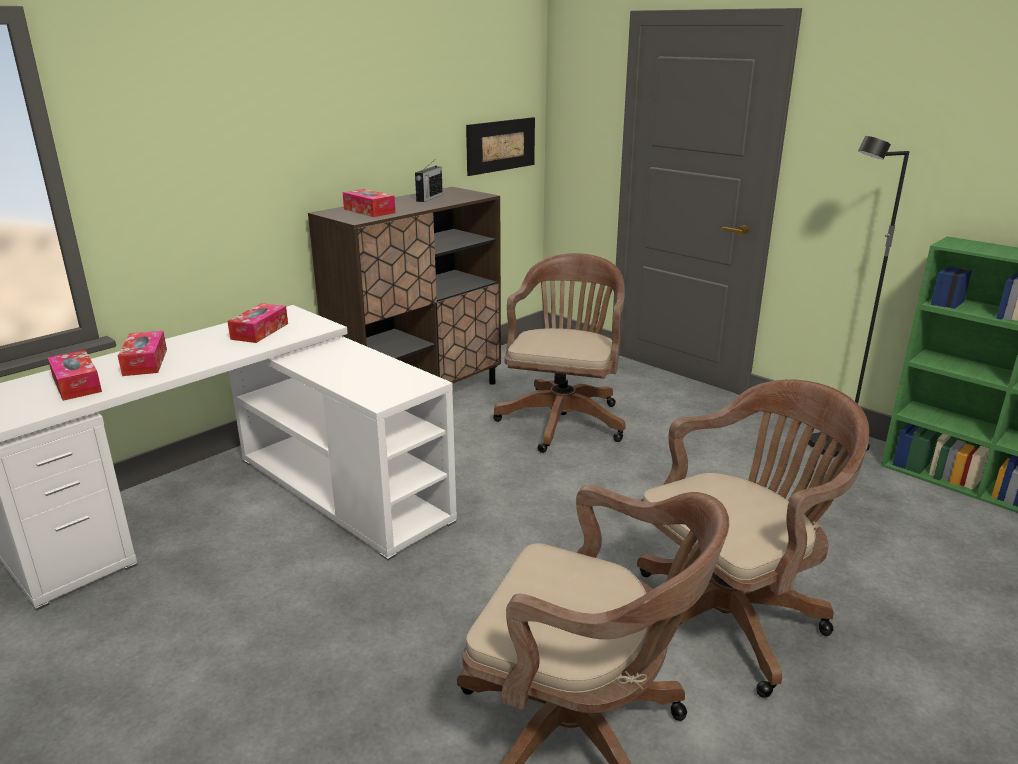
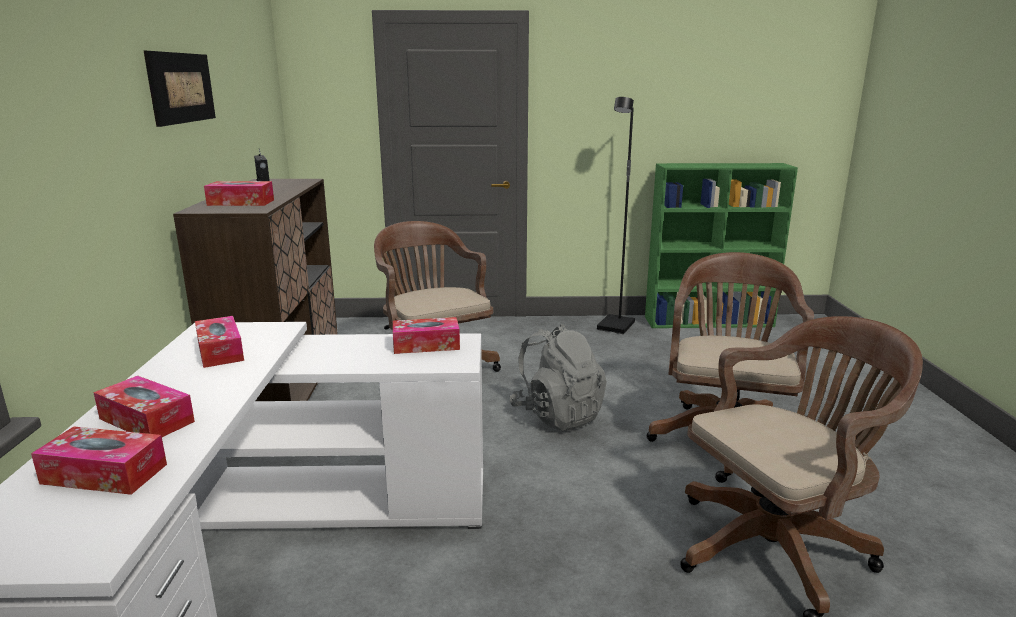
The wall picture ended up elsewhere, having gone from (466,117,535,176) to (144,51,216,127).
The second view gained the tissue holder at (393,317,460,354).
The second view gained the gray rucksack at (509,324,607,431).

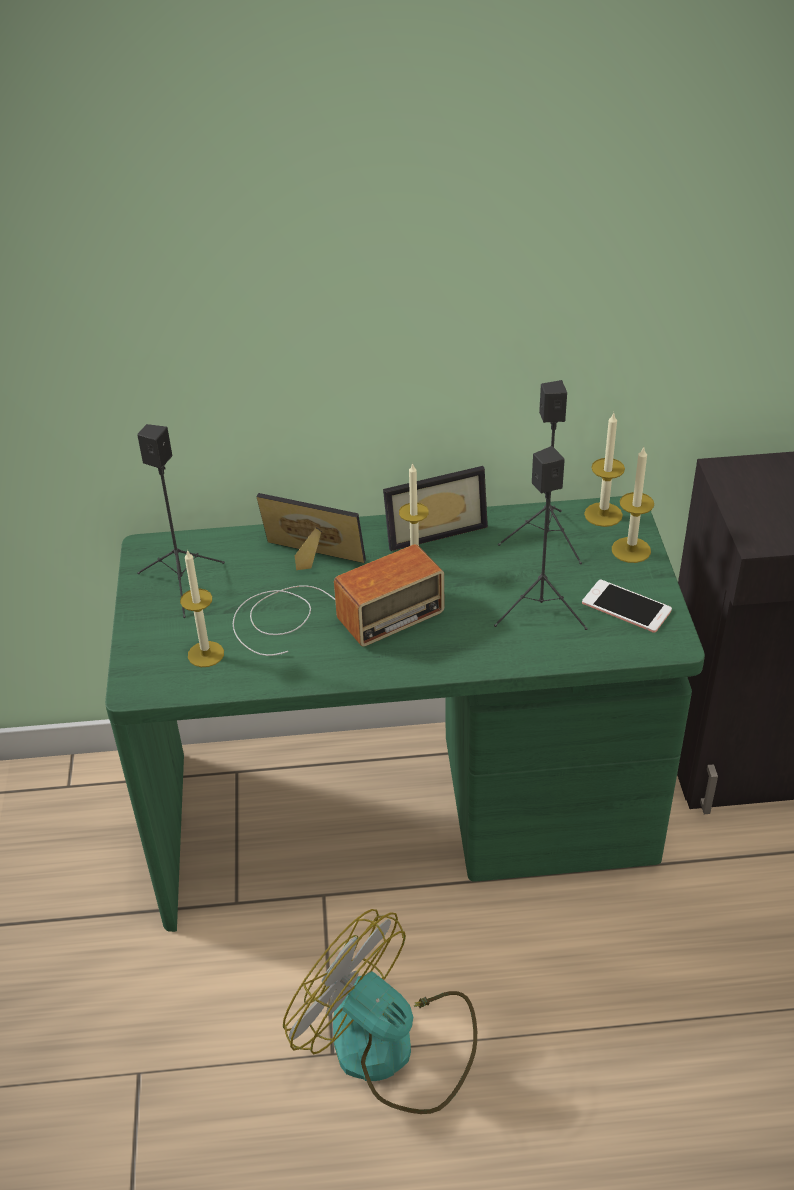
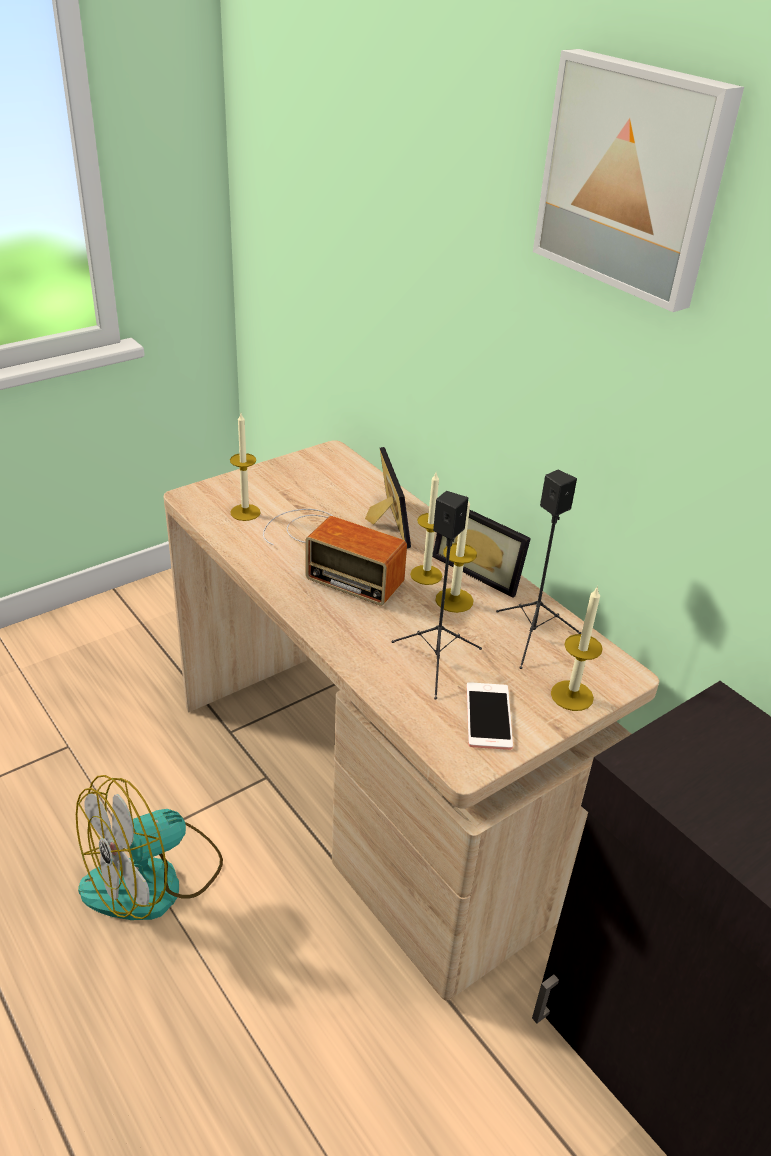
What was the green-coloured desk table at (105,496,705,932) turned into the beige desk table at (164,440,660,1000).
The second view lost the black-coloured loudspeaker at (137,424,225,618).
The cooling fan at (283,909,477,1114) ended up facing another way, 135 degrees counterclockwise from before.
The wax light ended up elsewhere, having gone from (584,412,625,527) to (435,501,477,613).
The second view gained the wall picture at (533,49,744,312).

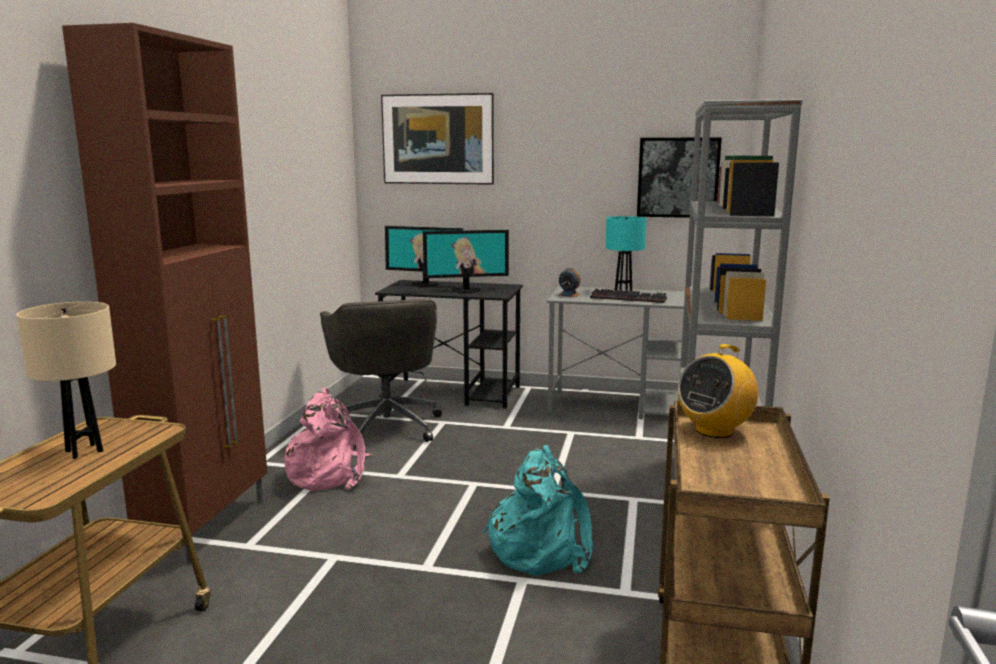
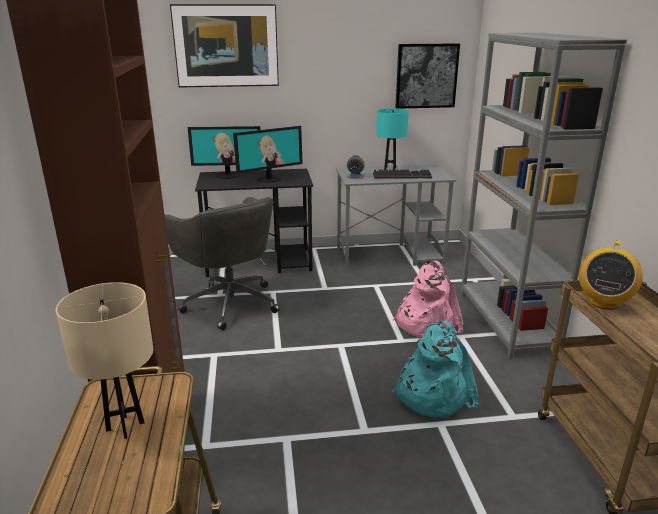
The pink rucksack ended up elsewhere, having gone from (282,387,372,491) to (393,260,463,338).

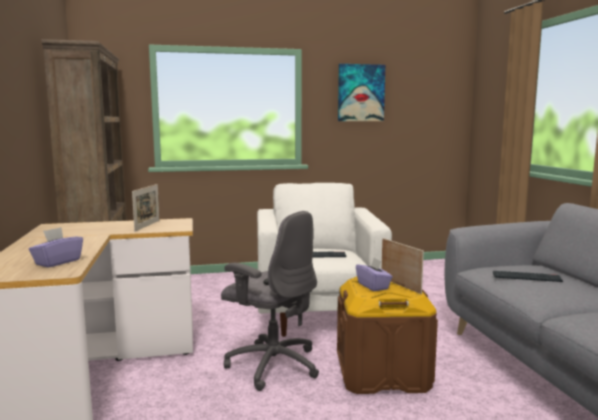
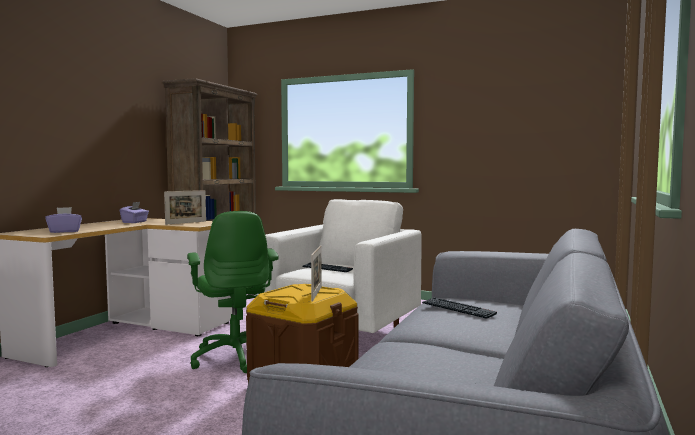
What was the gray computer chair at (221,211,319,391) turned into the green-coloured computer chair at (187,211,279,373).
The second view lost the wall picture at (338,64,385,121).
The purple tissue holder ended up elsewhere, having gone from (356,258,393,291) to (120,202,149,223).

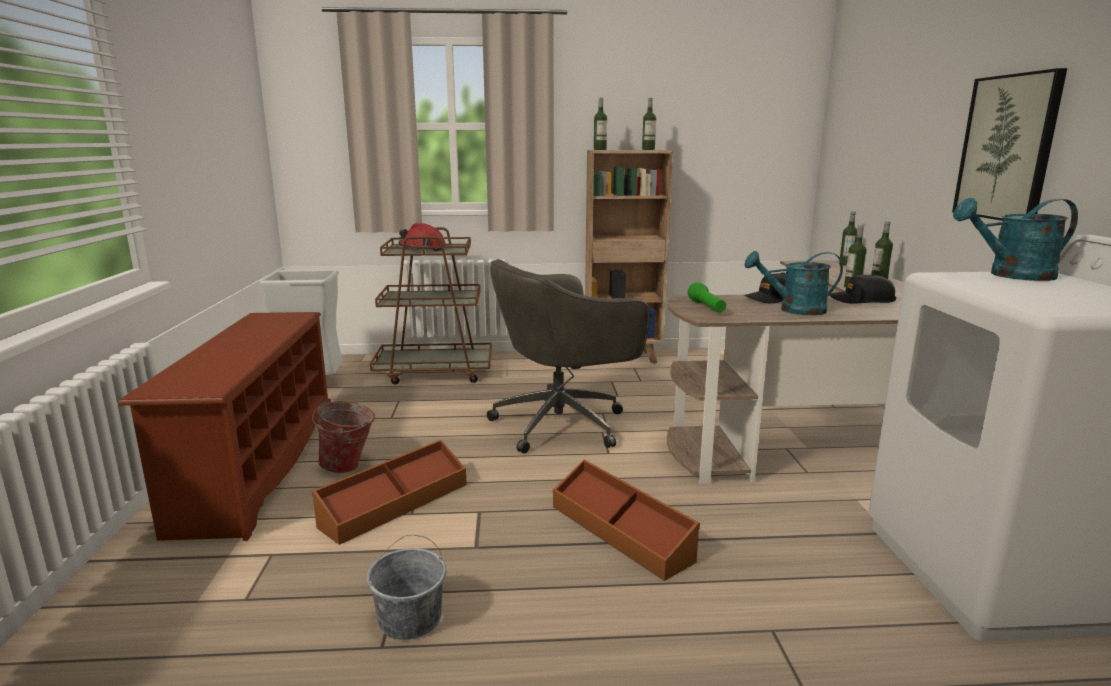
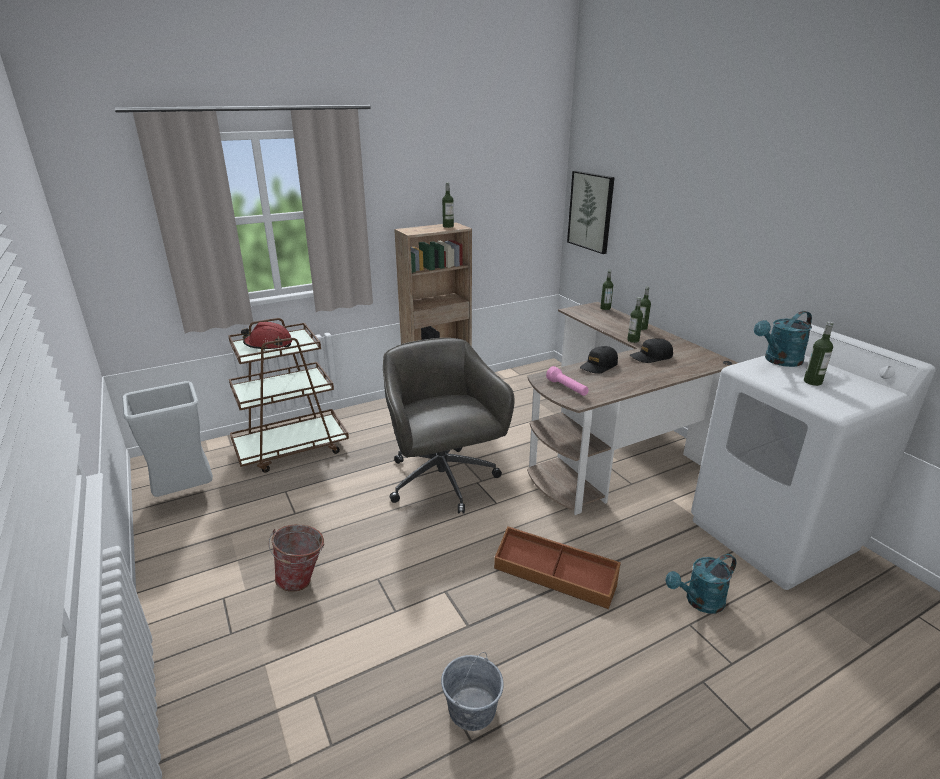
The second view lost the brownish shoe shelf at (118,312,328,541).
The second view lost the brownish storage box at (312,440,467,545).
The gray computer chair at (487,259,650,454) ended up facing another way, 120 degrees clockwise from before.
The beverage bottle ended up elsewhere, having gone from (594,98,607,150) to (804,322,833,386).
What was the green-coloured torch at (688,282,726,312) turned into the pink torch at (546,366,589,396).
The turquoise sprinkling can ended up elsewhere, having gone from (745,251,843,315) to (665,554,736,613).
The wall picture ended up elsewhere, having gone from (952,68,1067,221) to (567,171,615,254).

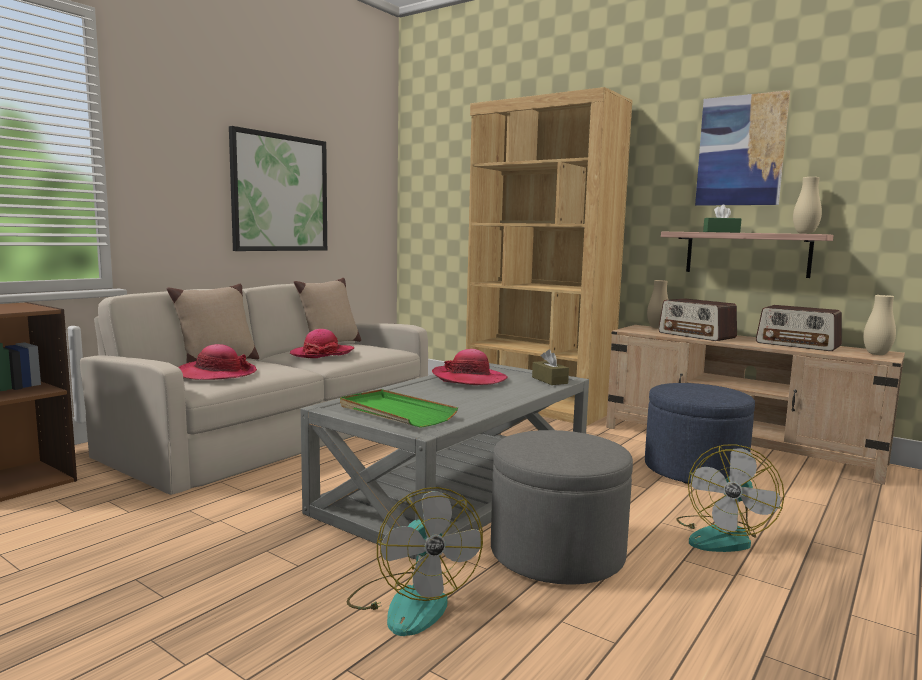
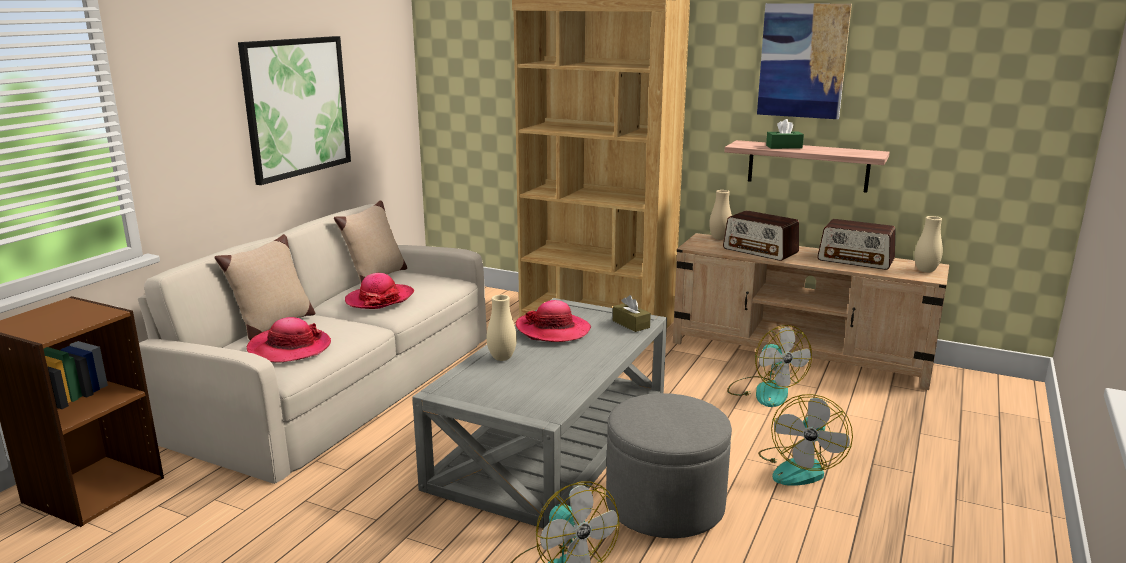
The second view lost the green-coloured tray at (340,389,458,428).
Where the bluish ottoman stood at (645,383,755,484), the cooling fan came to stand at (727,325,812,407).
The beige flower vase ended up elsewhere, having gone from (793,177,822,234) to (486,295,517,361).

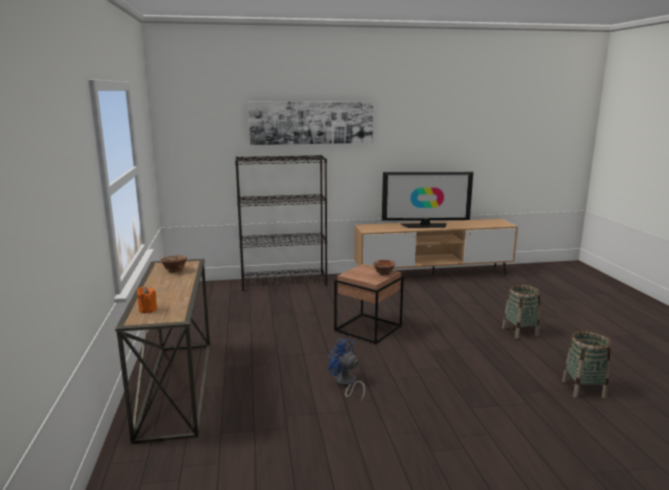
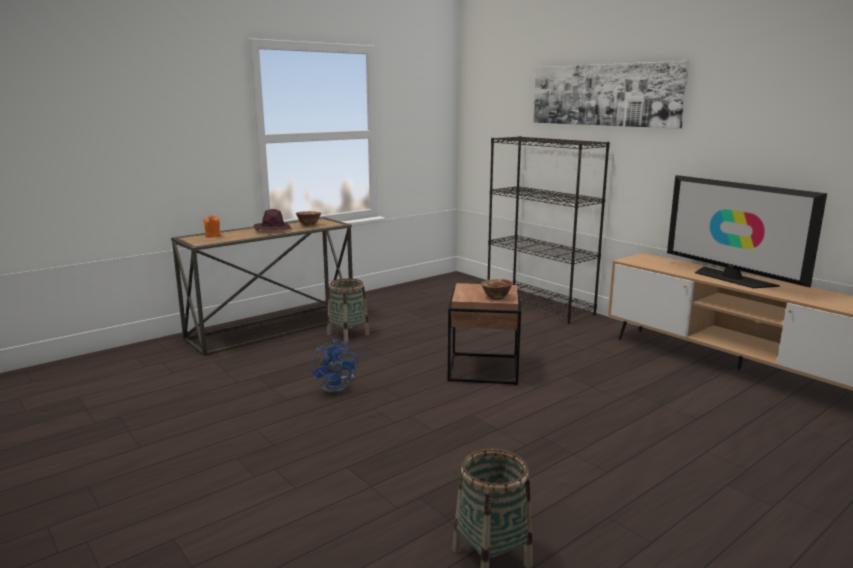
The bluish cooling fan at (328,338,365,402) ended up facing another way, 150 degrees clockwise from before.
The basket ended up elsewhere, having gone from (502,284,540,339) to (327,278,369,342).
The second view gained the purple clothing hat at (254,209,292,231).

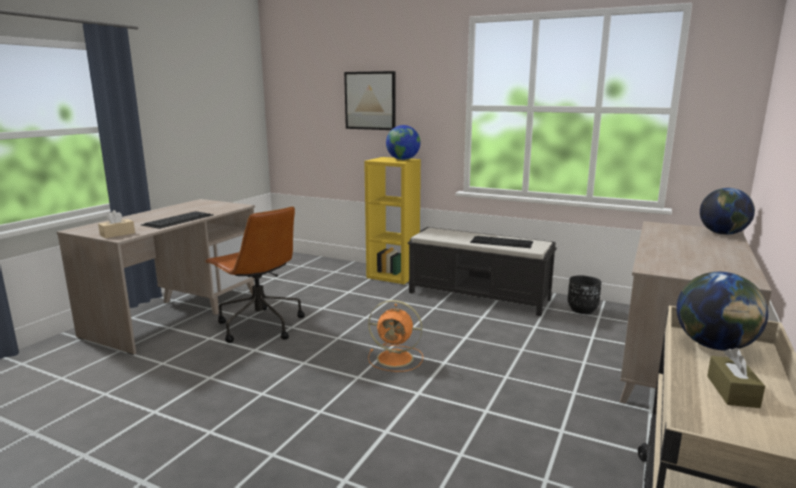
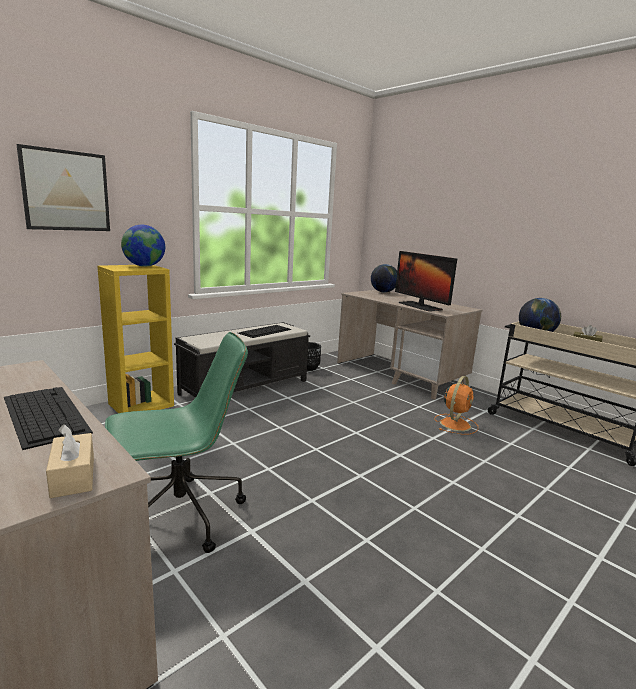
What was the brownish computer chair at (205,206,305,343) turned into the green-coloured computer chair at (105,332,248,553).
The orange cooling fan ended up elsewhere, having gone from (368,300,423,372) to (434,376,478,435).
The second view gained the computer display at (395,251,457,311).

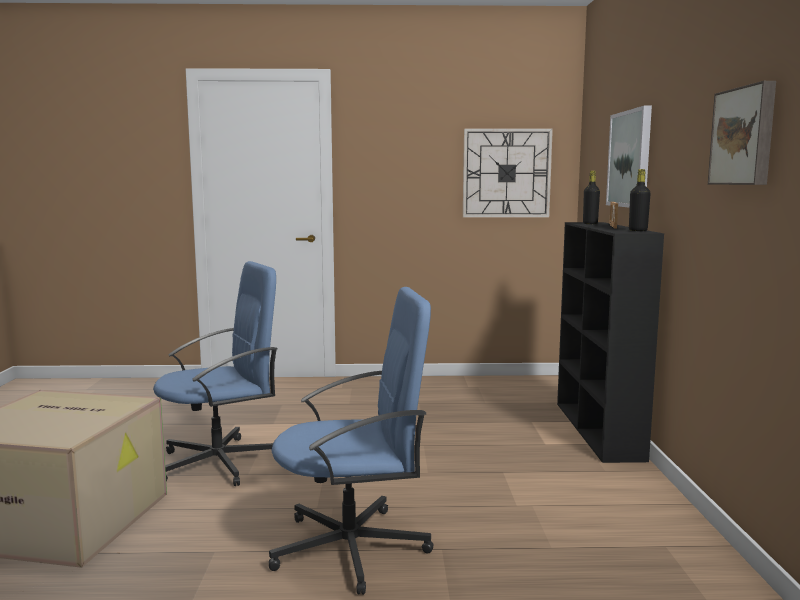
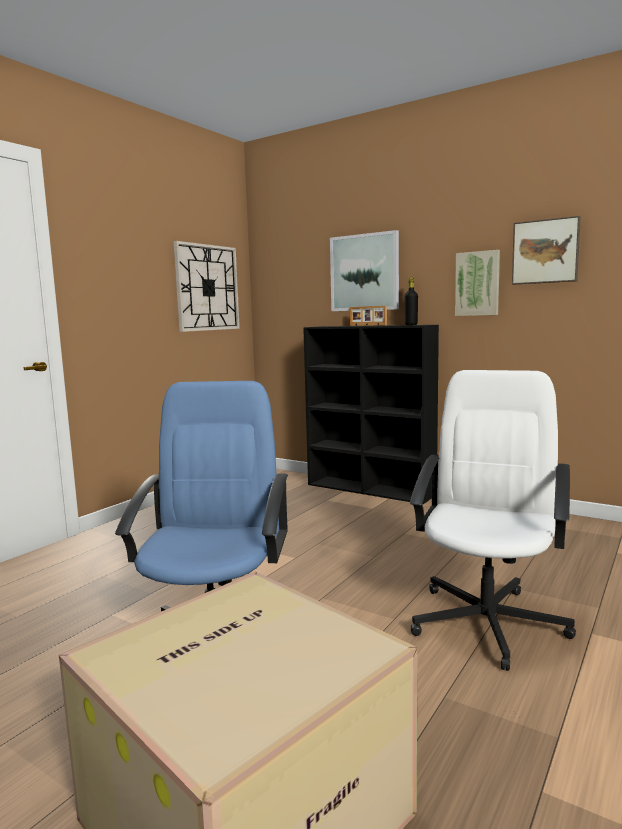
What was the bluish computer chair at (269,287,434,595) turned into the white computer chair at (410,370,576,671).
The second view lost the black-coloured beverage bottle at (583,171,600,224).
The second view gained the wall picture at (455,250,500,316).

